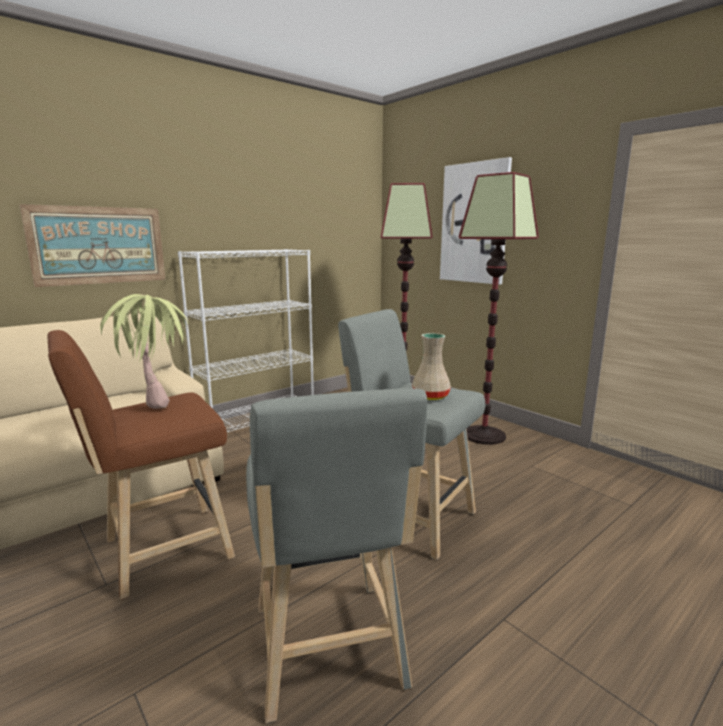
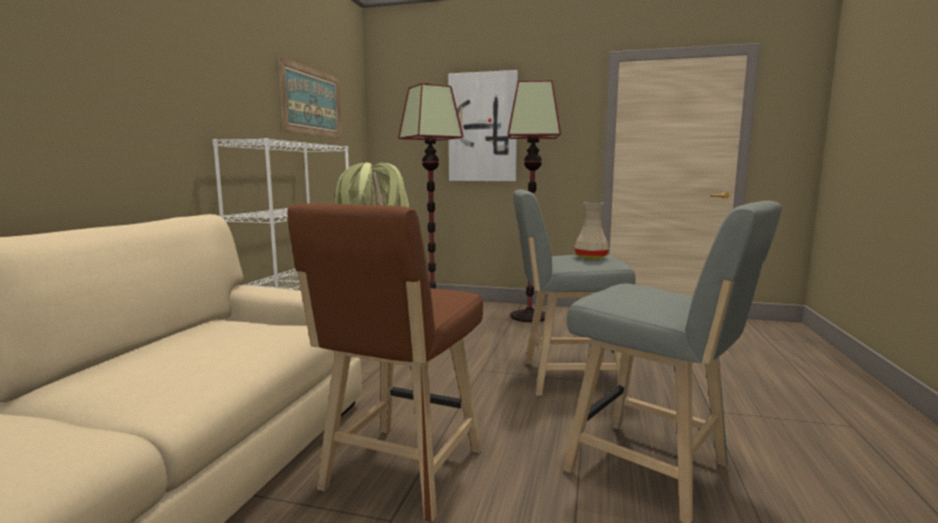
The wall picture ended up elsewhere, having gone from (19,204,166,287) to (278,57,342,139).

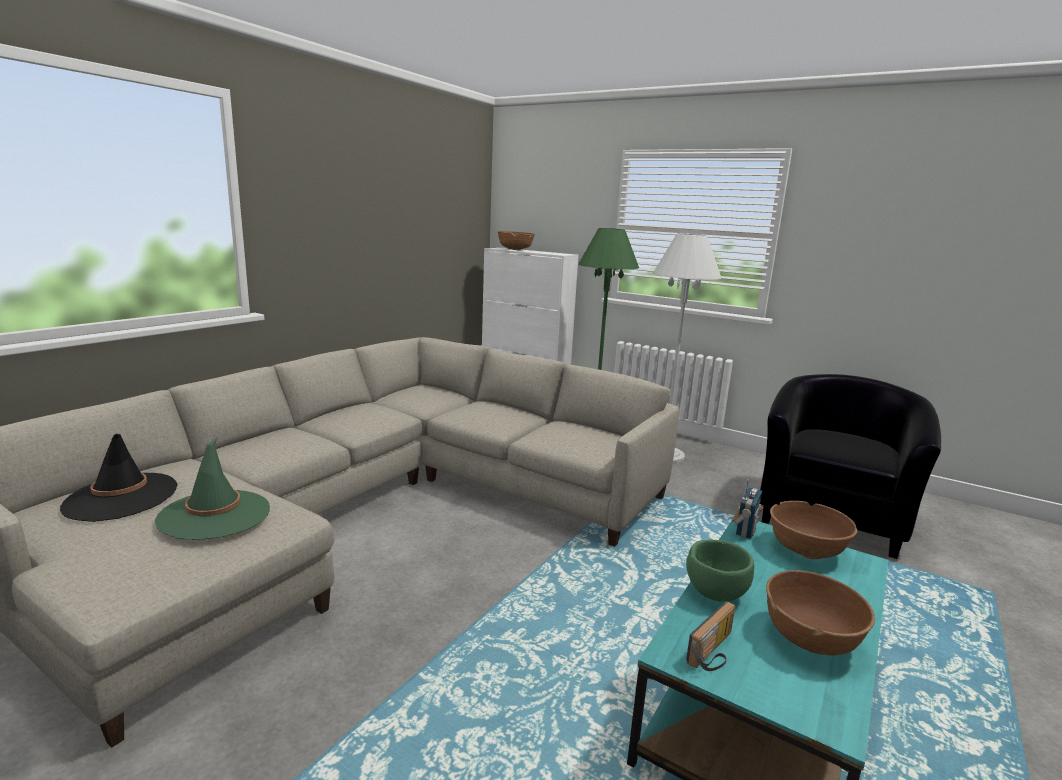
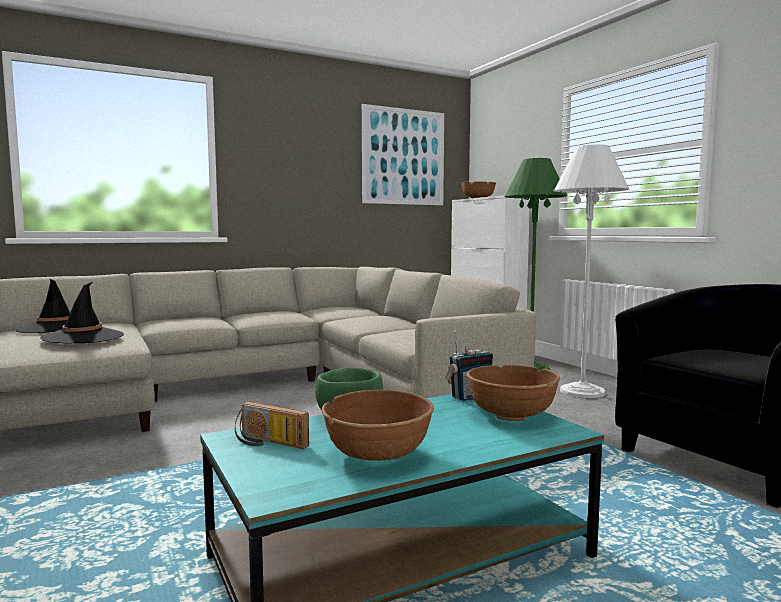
What was the green-coloured clothing hat at (155,438,270,540) turned into the black-coloured clothing hat at (40,282,124,344).
The radio receiver at (686,601,735,671) ended up facing another way, 45 degrees clockwise from before.
The second view gained the wall picture at (362,104,444,205).

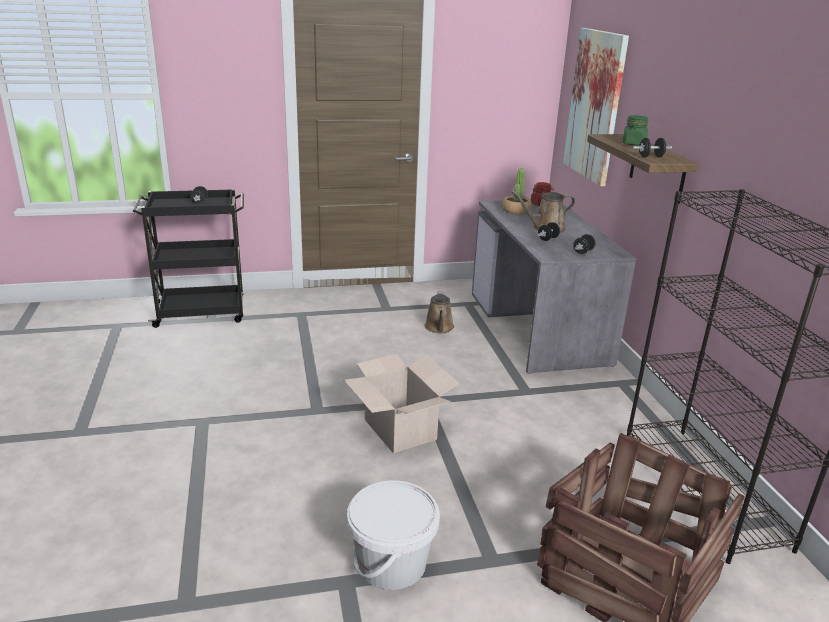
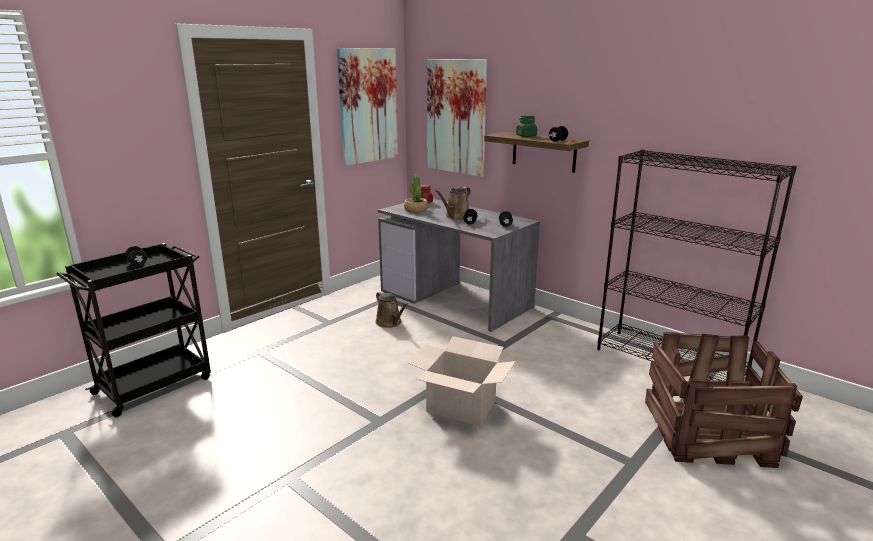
The second view lost the white bucket at (347,480,440,590).
The second view gained the wall picture at (337,48,398,166).

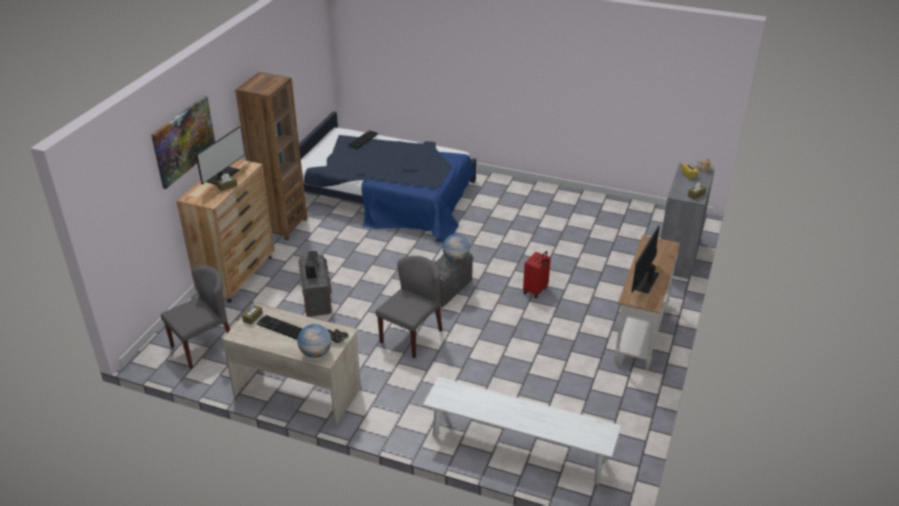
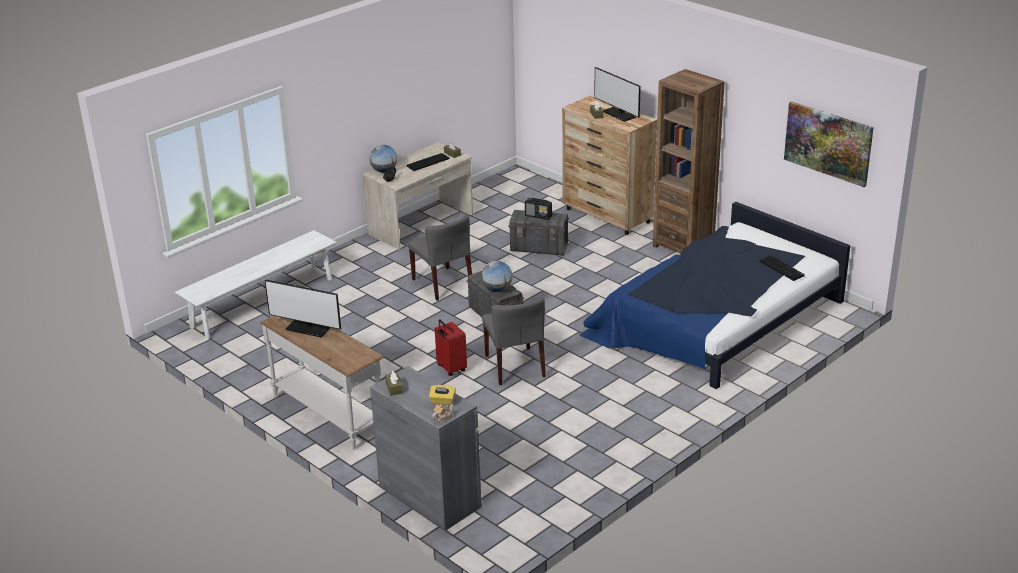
The wall picture ended up elsewhere, having gone from (151,96,215,189) to (784,101,874,187).
The gray plain chair ended up elsewhere, having gone from (161,266,230,369) to (482,297,546,385).
The computer display at (632,225,660,294) ended up facing another way, 150 degrees clockwise from before.

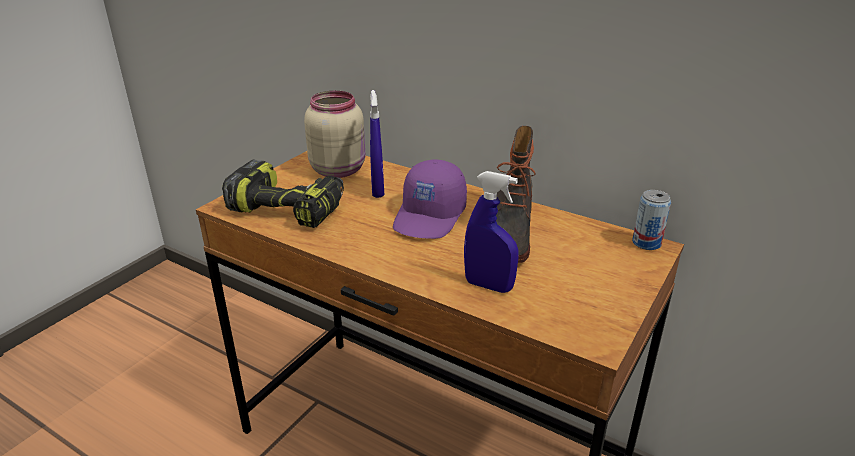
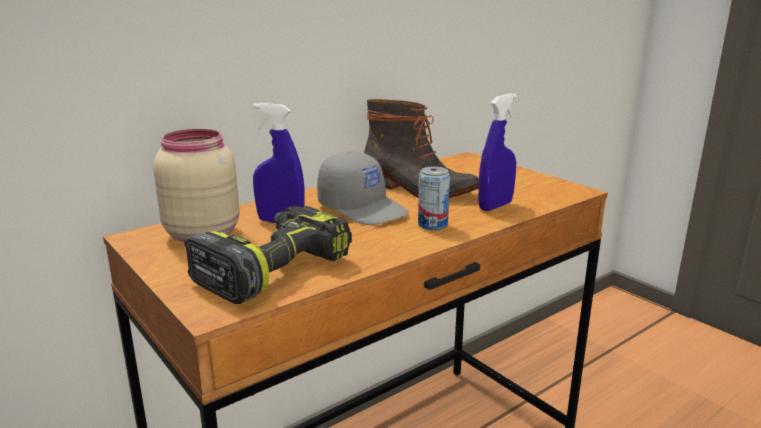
What was the purple cap at (393,159,467,239) turned into the gray cap at (317,151,409,225).
The sealed can ended up elsewhere, having gone from (632,190,671,250) to (418,167,450,230).

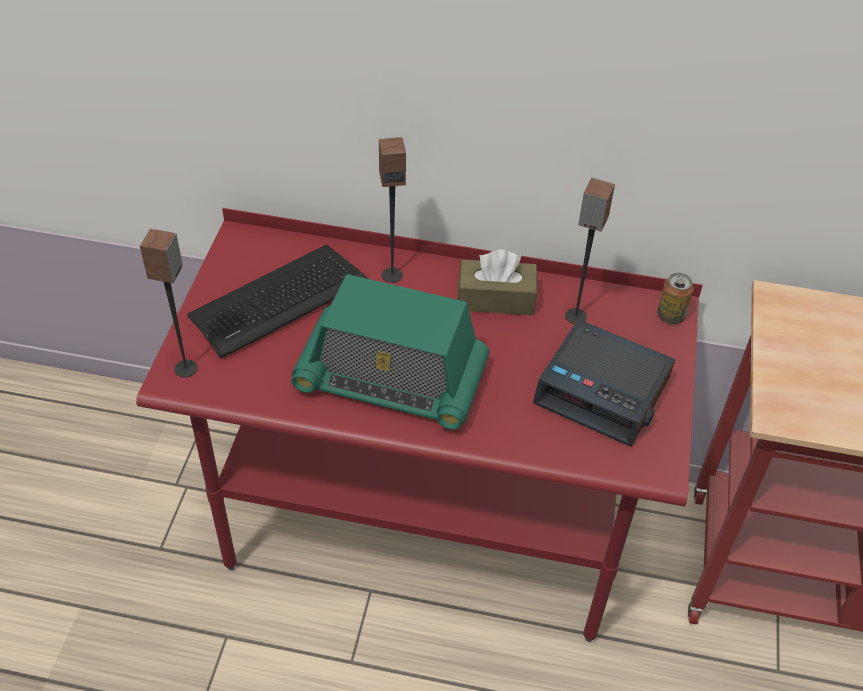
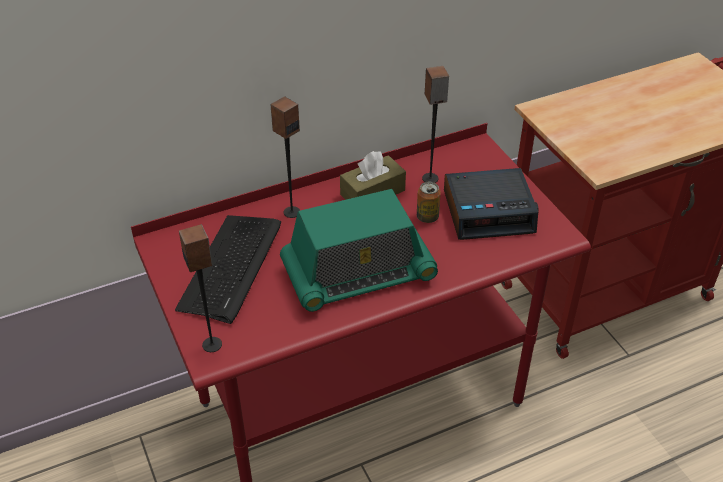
The sealed can ended up elsewhere, having gone from (657,273,694,324) to (417,182,441,223).

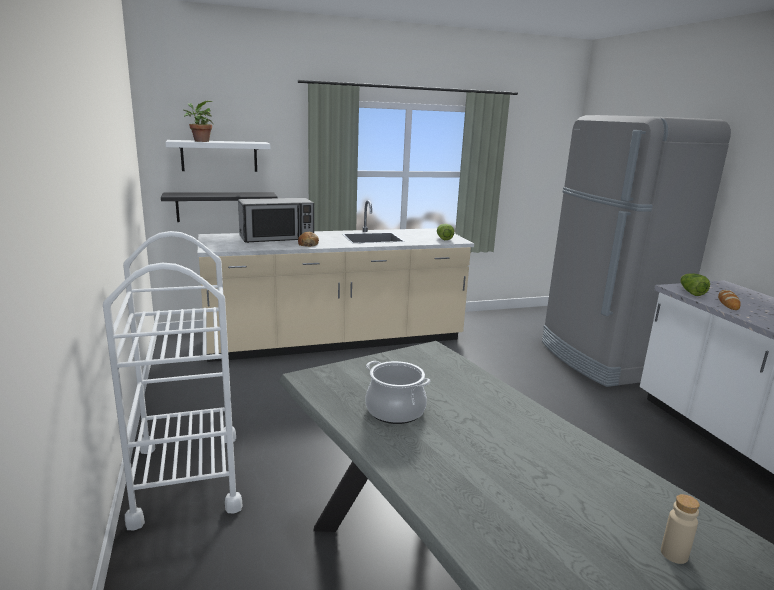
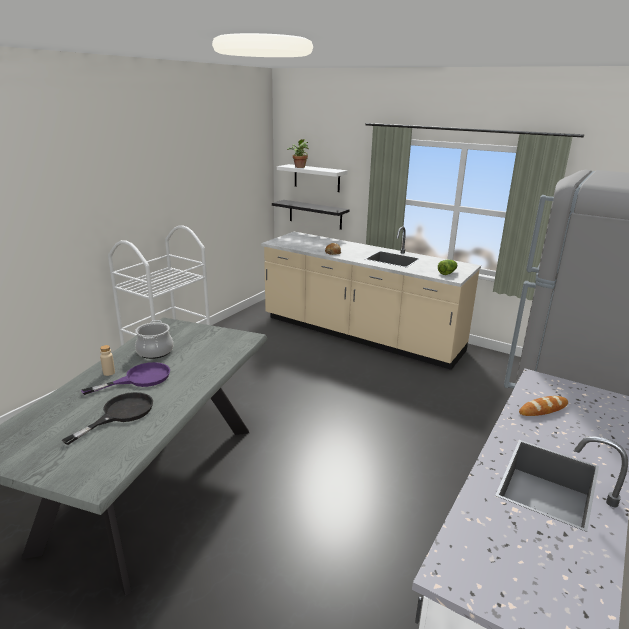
The second view lost the microwave at (238,198,314,243).
The beige beverage bottle ended up elsewhere, having gone from (661,494,700,564) to (100,345,115,376).
The second view lost the head of lettuce at (681,273,710,296).
The second view gained the black-coloured frying pan at (62,392,153,445).
The second view gained the purple frying pan at (81,362,170,395).

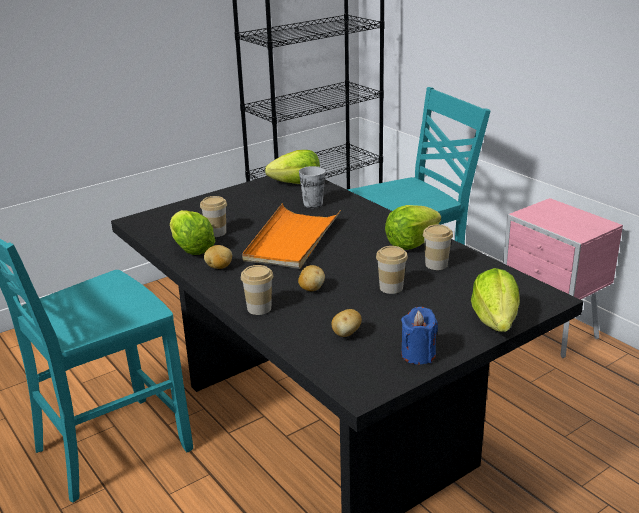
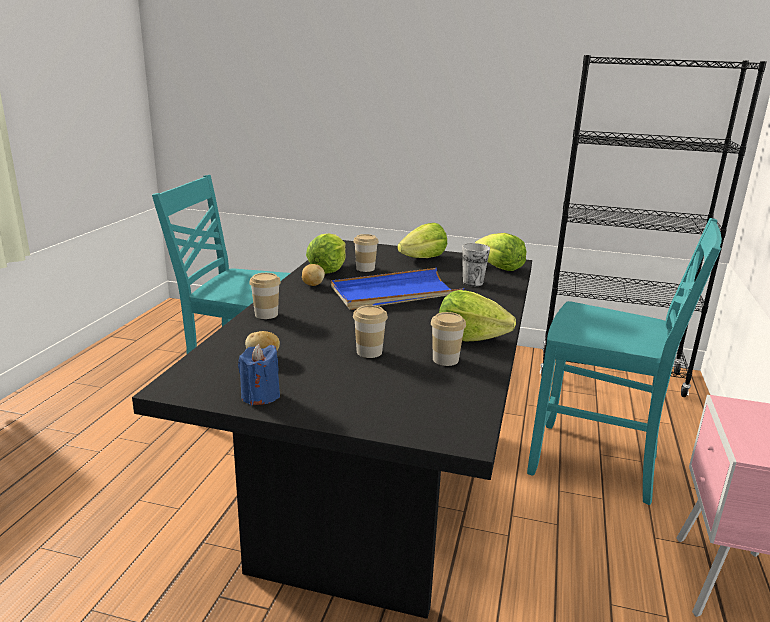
What was the orange tray at (242,204,341,269) turned into the bluish tray at (331,268,464,310).
The second view lost the potato at (298,265,325,291).
The head of lettuce ended up elsewhere, having gone from (471,268,520,332) to (397,223,447,258).

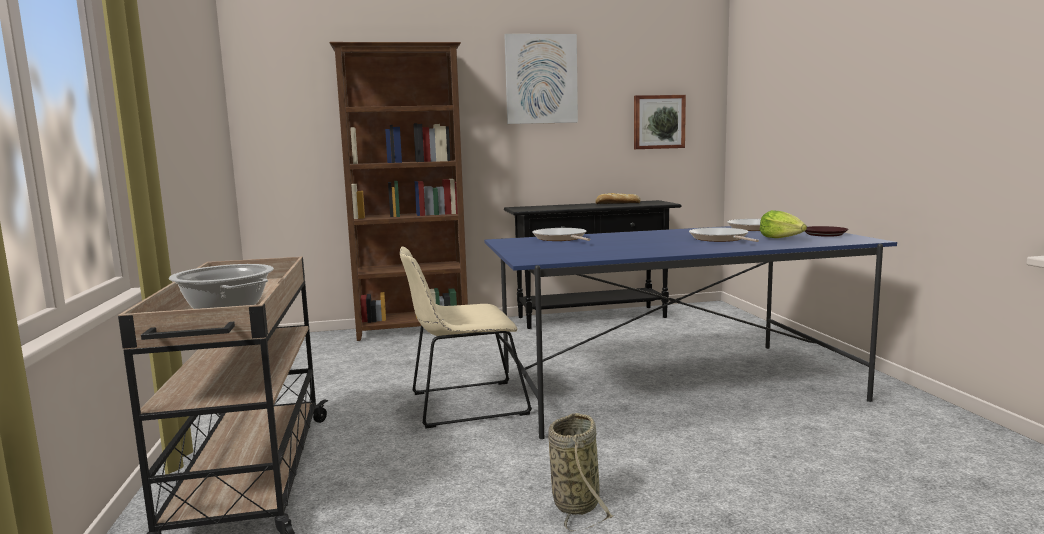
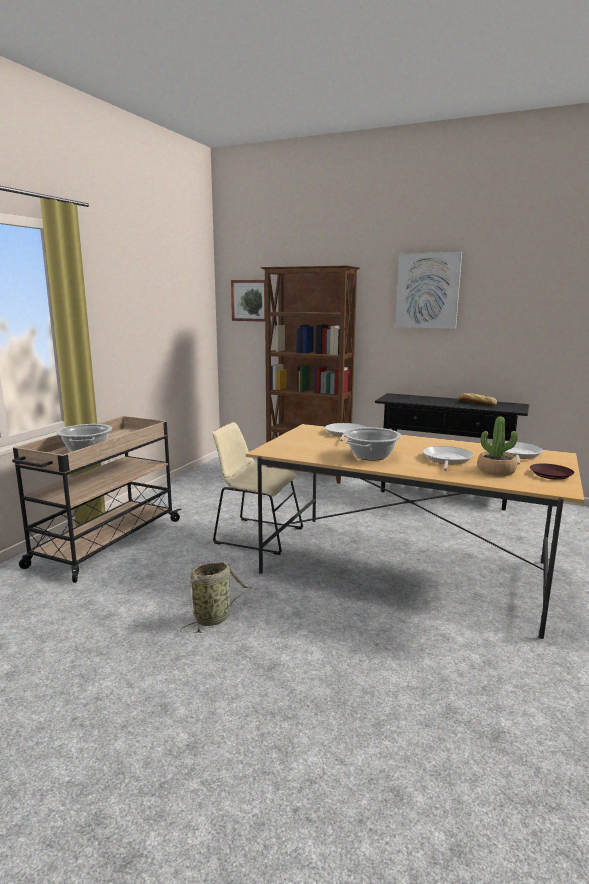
What was the bluish kitchen table at (484,226,897,439) turned into the beige kitchen table at (246,424,584,639).
The wall picture ended up elsewhere, having gone from (634,95,686,149) to (231,280,265,322).
Where the head of lettuce stood at (760,210,807,238), the plant in a pot came to stand at (477,417,517,476).
The second view gained the cooking pot at (343,427,401,461).

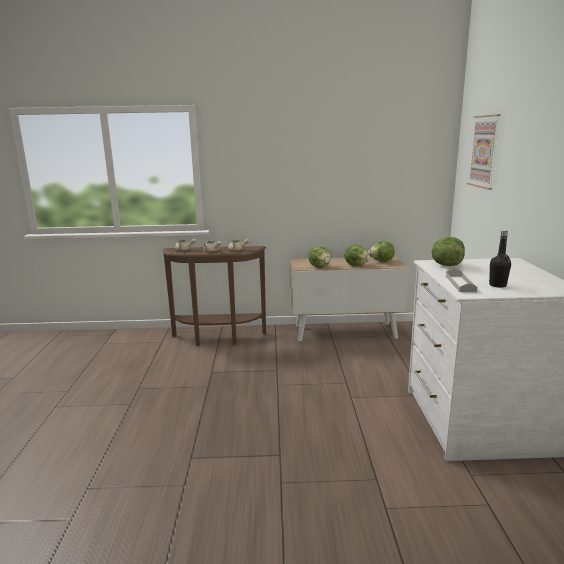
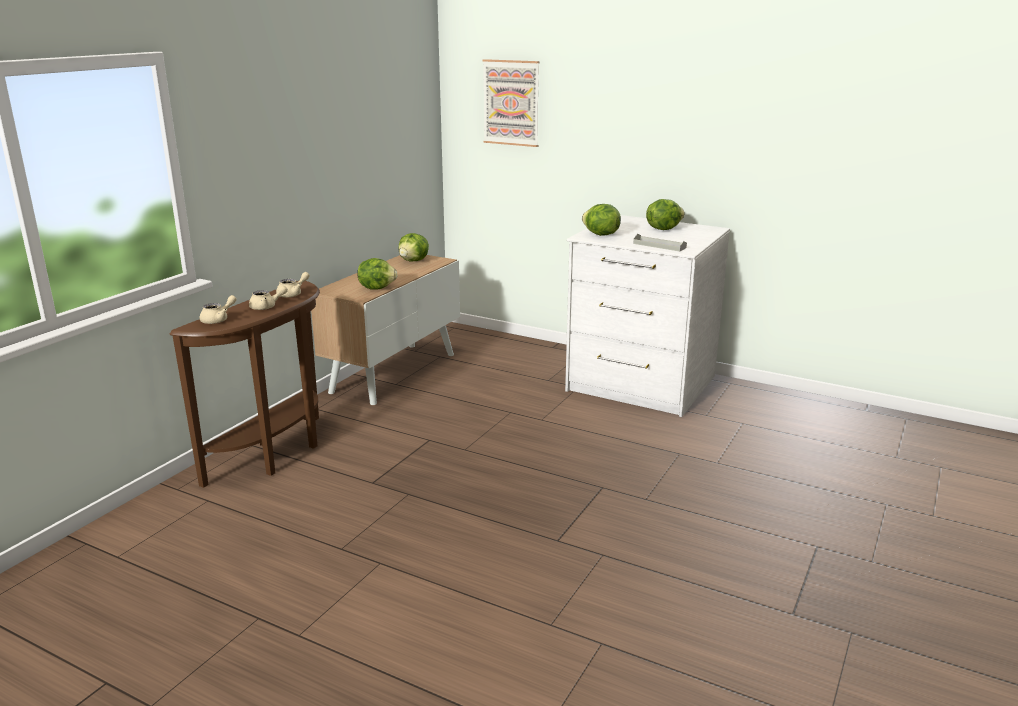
The head of lettuce ended up elsewhere, having gone from (344,245,370,266) to (646,199,685,230).
The second view lost the black-coloured beverage bottle at (489,230,511,288).

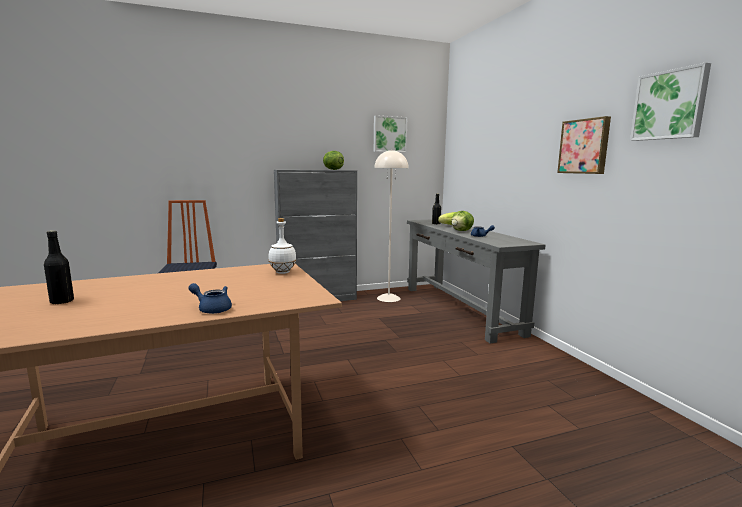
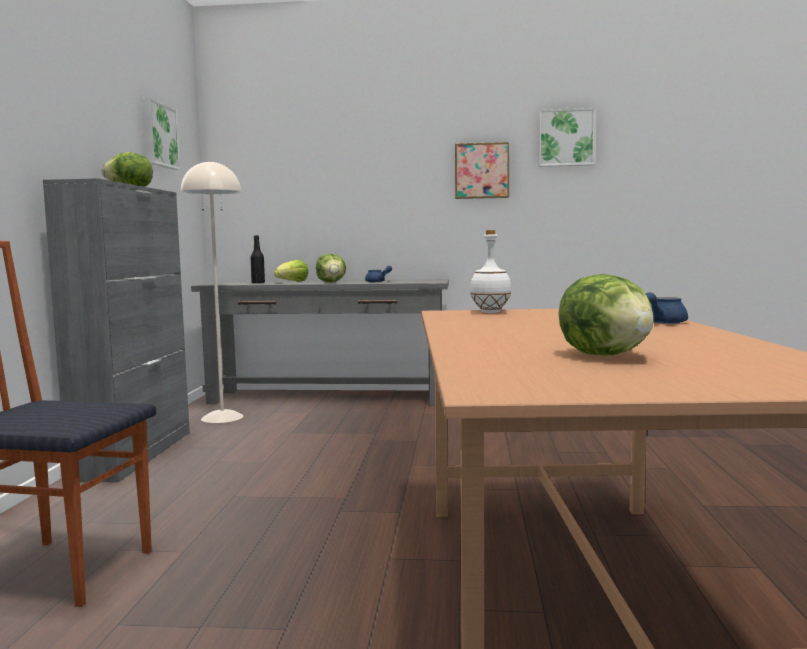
Where the black-coloured beverage bottle stood at (44,231,74,304), the head of lettuce came to stand at (558,274,654,356).

